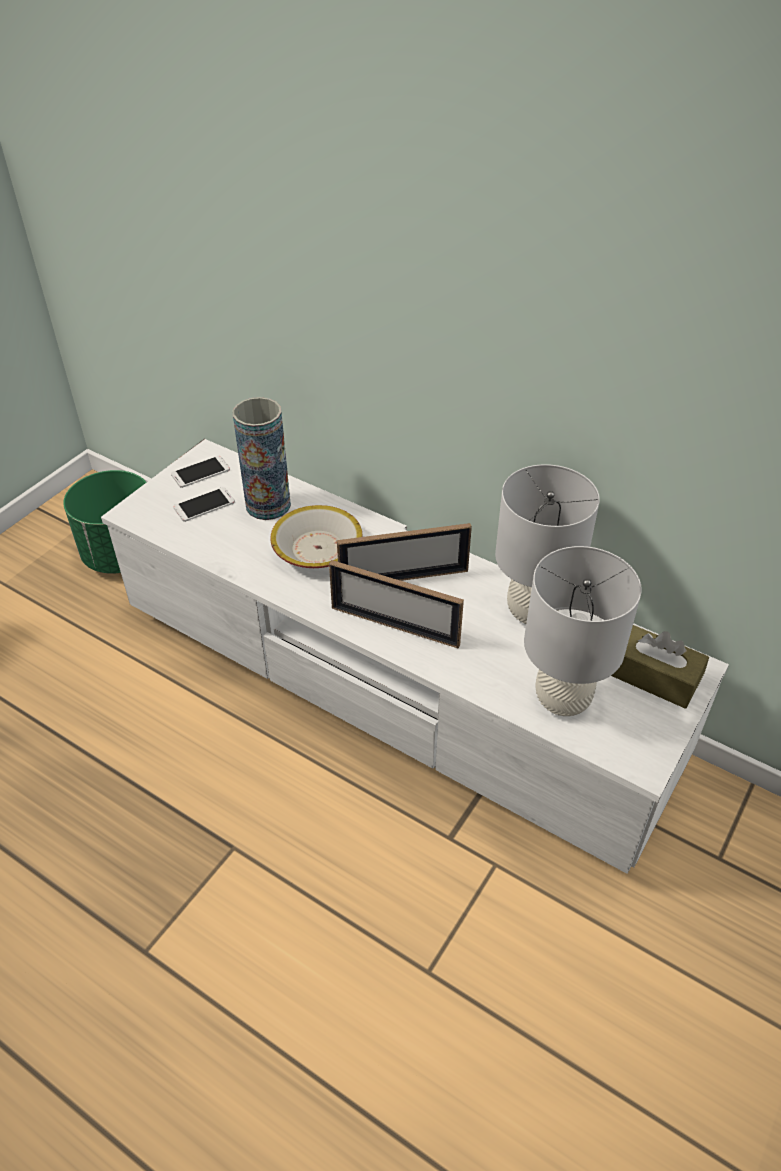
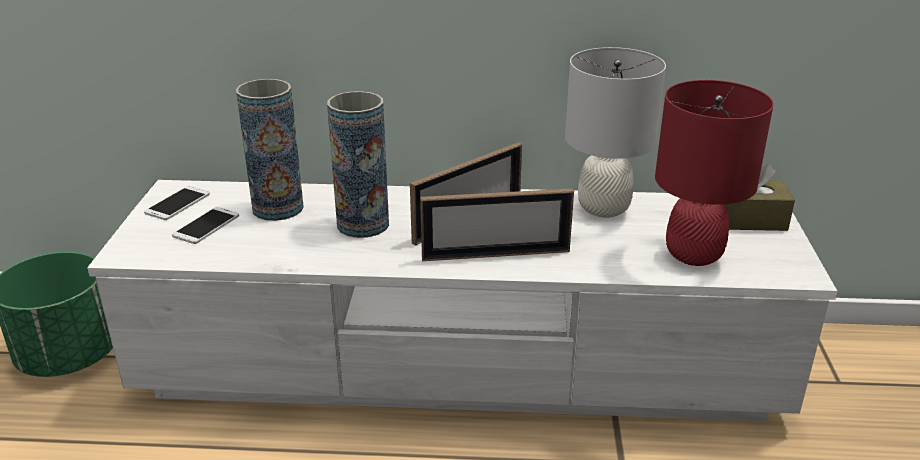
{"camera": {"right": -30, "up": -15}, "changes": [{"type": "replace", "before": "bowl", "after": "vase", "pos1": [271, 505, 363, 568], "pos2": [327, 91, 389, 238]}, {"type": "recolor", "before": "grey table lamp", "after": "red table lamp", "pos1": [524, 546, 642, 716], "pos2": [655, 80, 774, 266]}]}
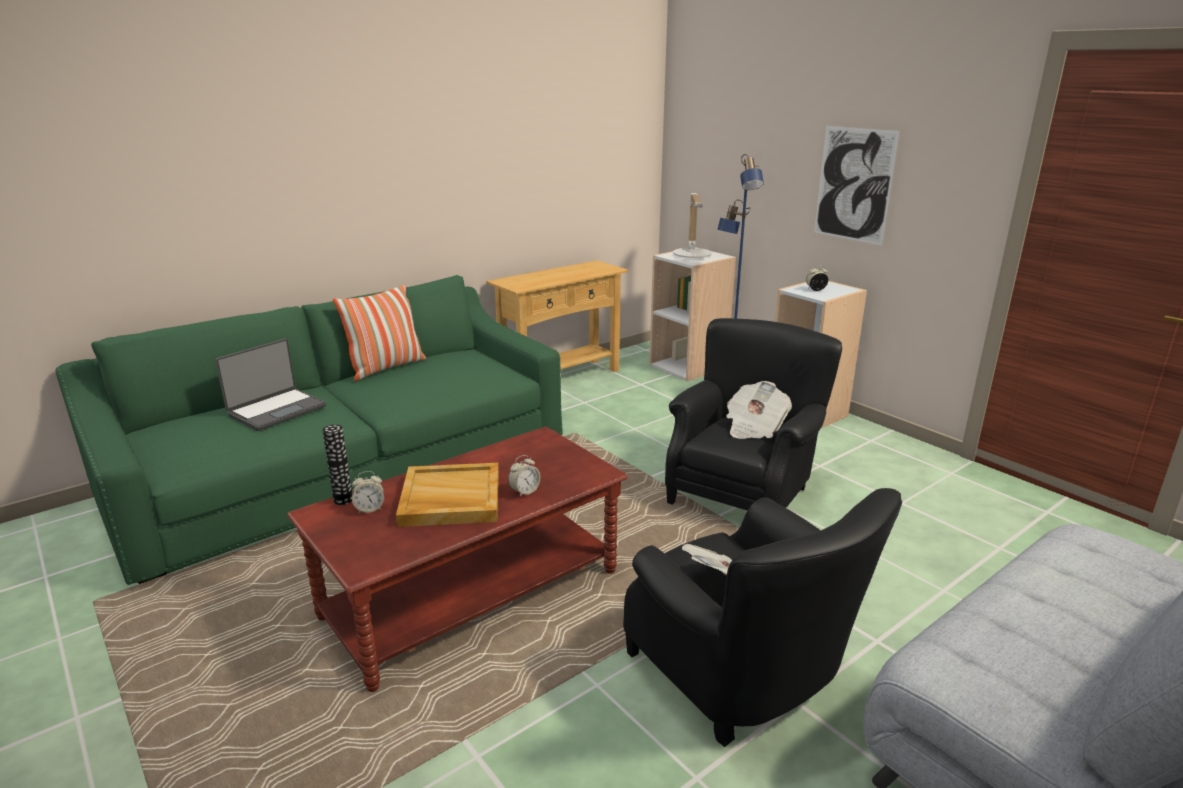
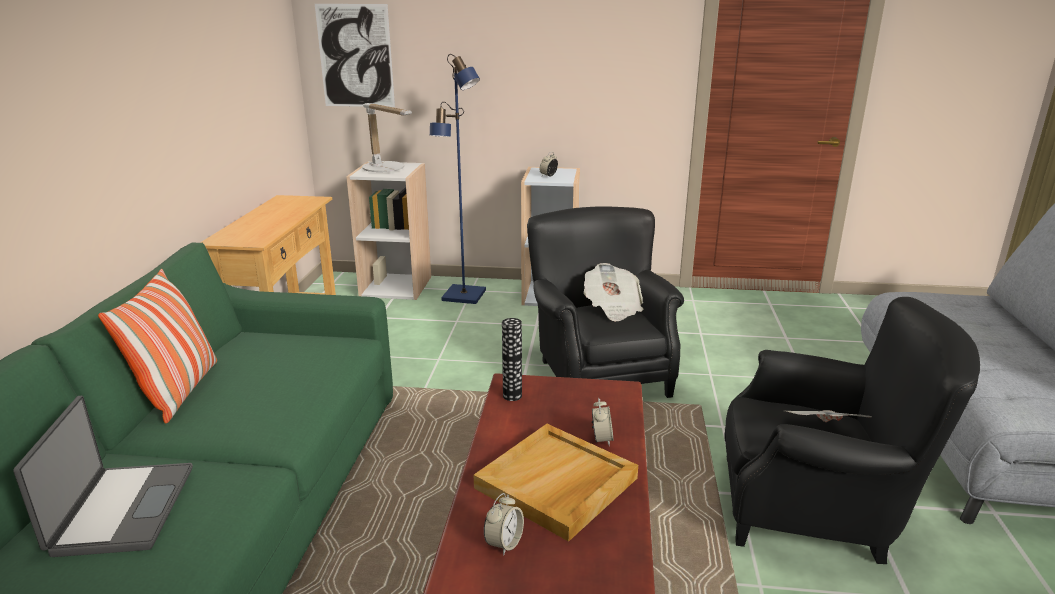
{"camera": {"right": -45, "up": 0}, "changes": [{"type": "move", "before": "vase", "pos1": [322, 424, 352, 505], "pos2": [502, 318, 522, 401]}, {"type": "move", "before": "picture", "pos1": [814, 126, 899, 246], "pos2": [315, 4, 395, 107]}]}
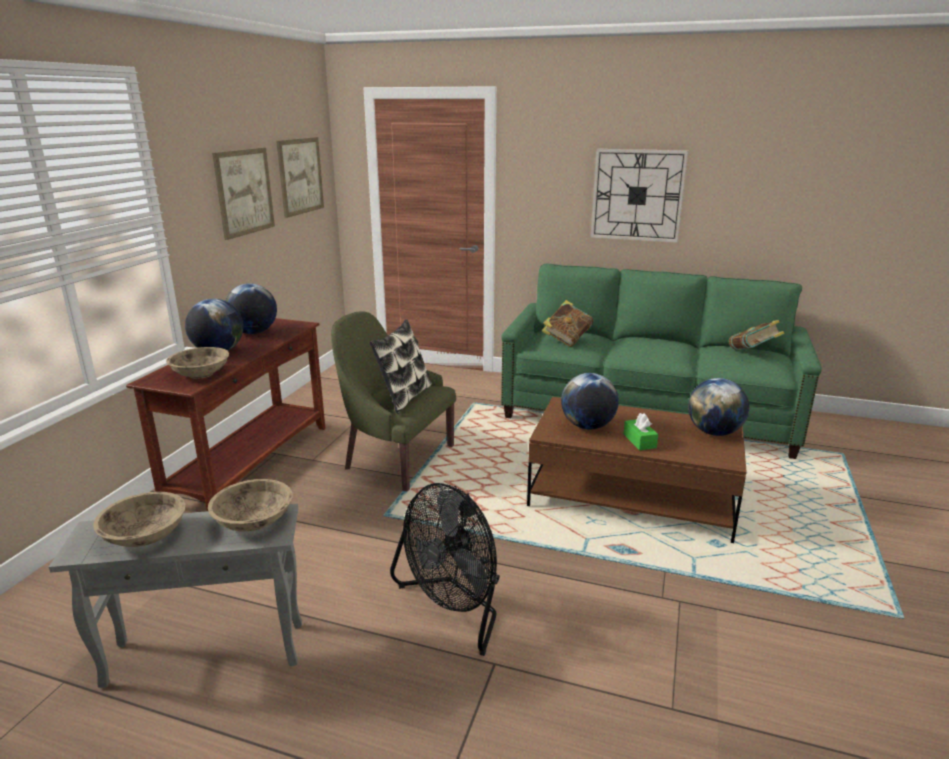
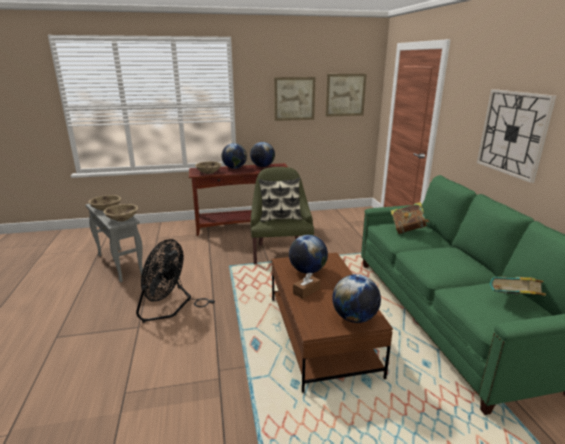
{"camera": {"right": 60, "up": 0}, "changes": [{"type": "recolor", "before": "green tissue box", "after": "brown tissue box", "pos1": [624, 413, 658, 450], "pos2": [293, 272, 320, 299]}]}
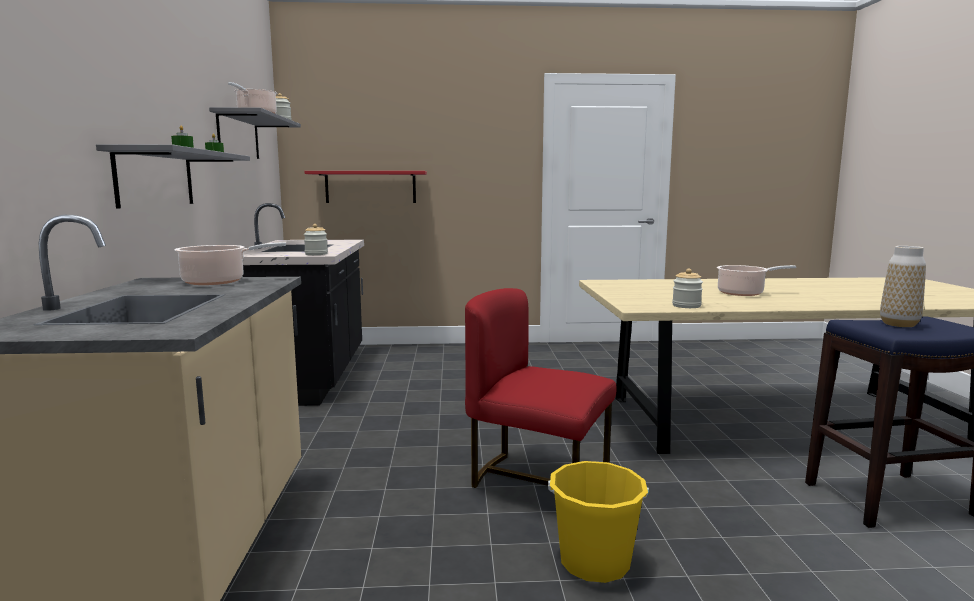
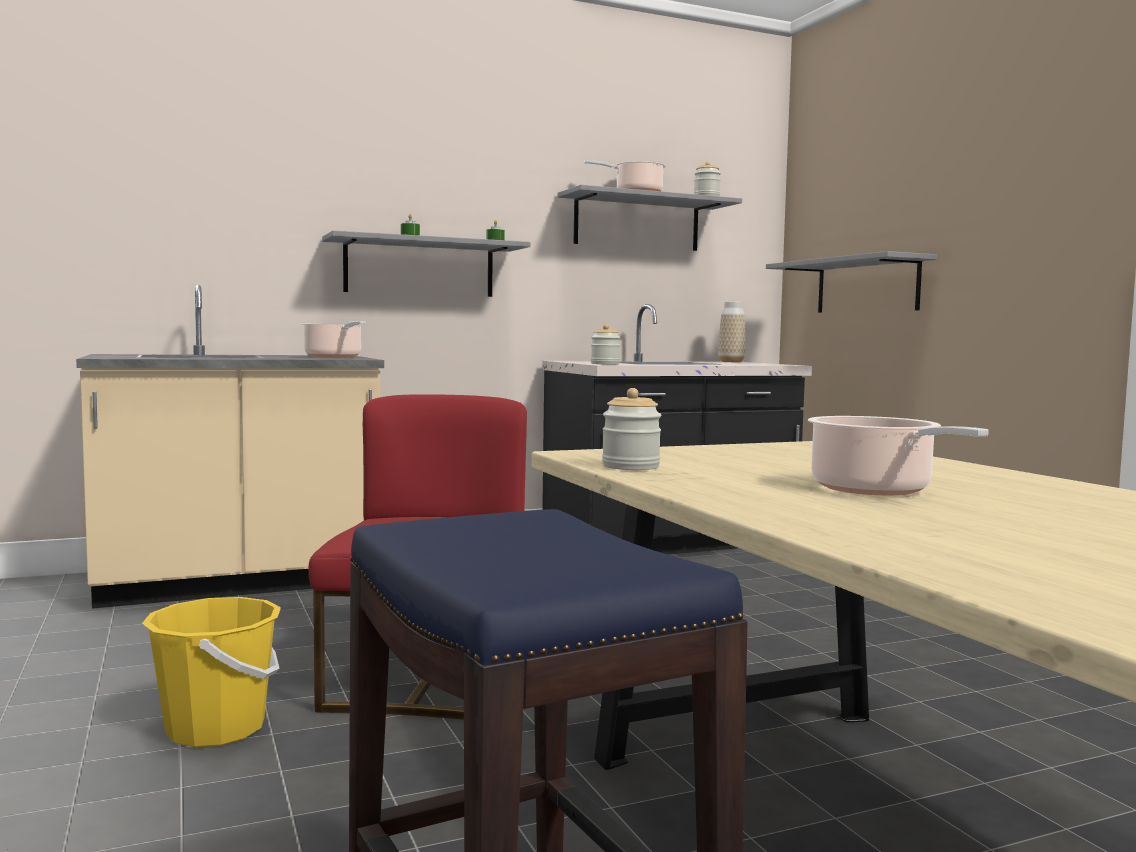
{"camera": {"right": 70, "up": -5}, "changes": [{"type": "recolor", "before": "red shelf", "after": "grey shelf", "pos1": [304, 171, 427, 203], "pos2": [766, 251, 937, 313]}, {"type": "move", "before": "vase", "pos1": [880, 246, 926, 327], "pos2": [718, 301, 745, 362]}]}
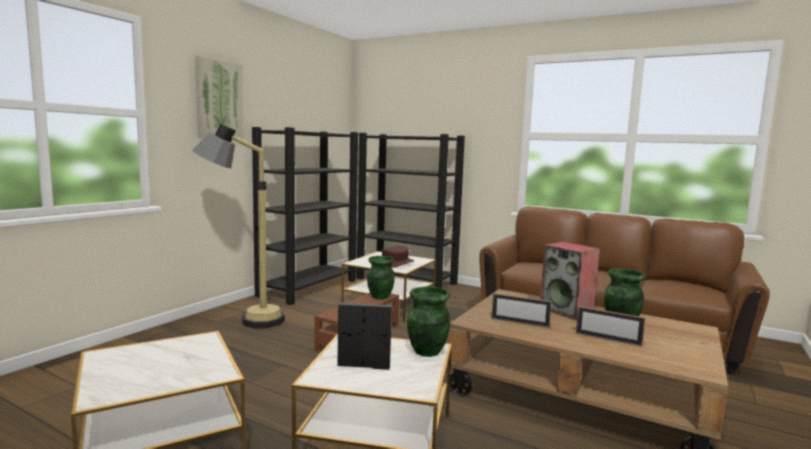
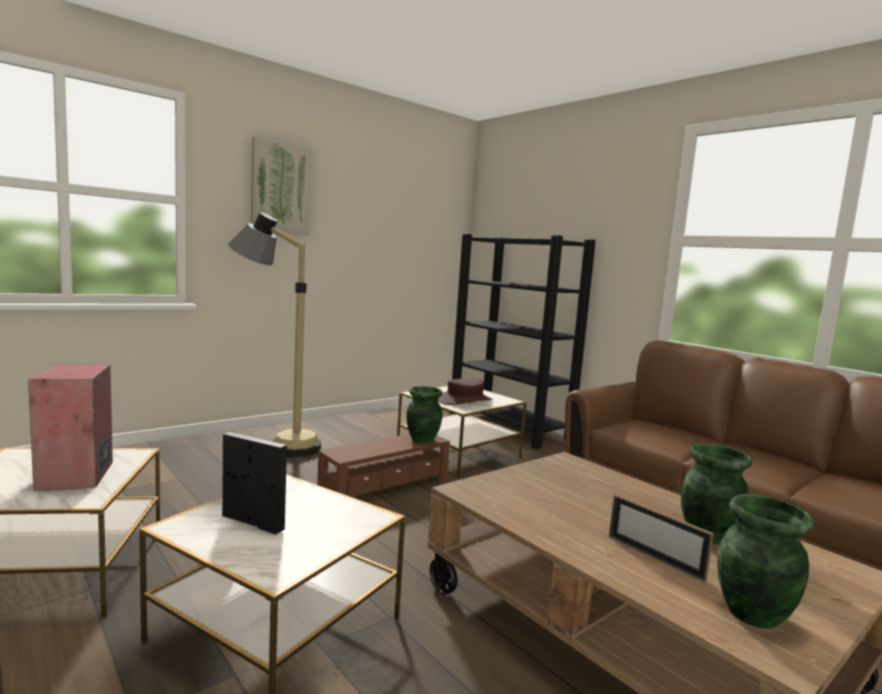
{"camera": {"right": 20, "up": 0}, "changes": [{"type": "delete", "before": "black bookcase", "pos1": [252, 127, 358, 305]}, {"type": "move", "before": "green vase", "pos1": [407, 286, 450, 357], "pos2": [717, 494, 814, 629]}, {"type": "delete", "before": "picture frame", "pos1": [491, 293, 552, 328]}, {"type": "move", "before": "speaker", "pos1": [540, 242, 600, 320], "pos2": [28, 364, 113, 491]}]}
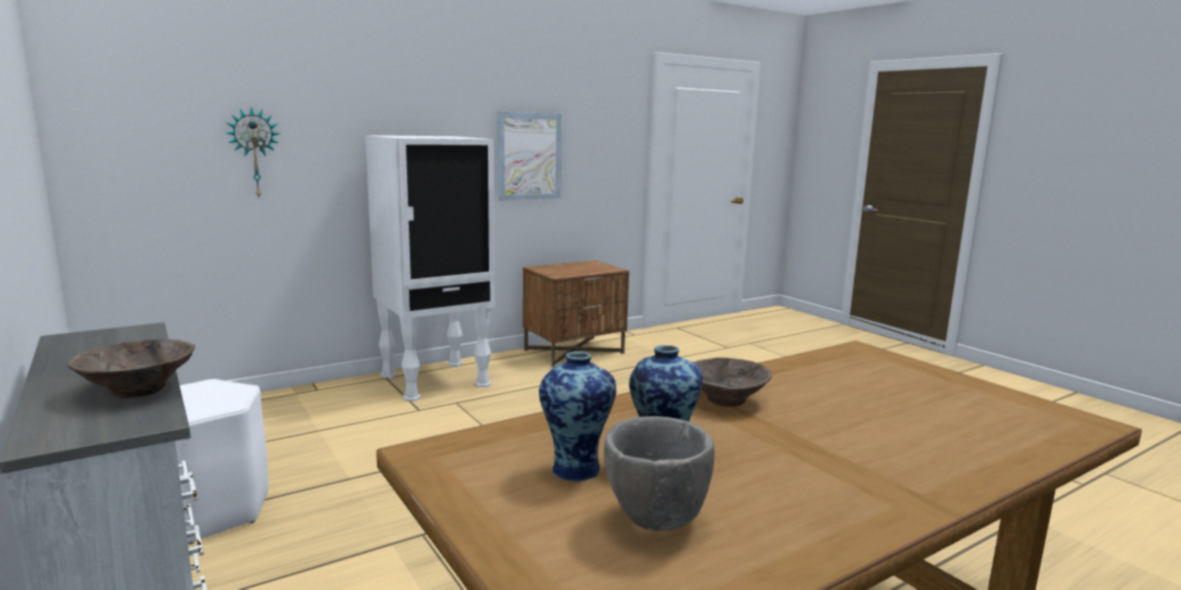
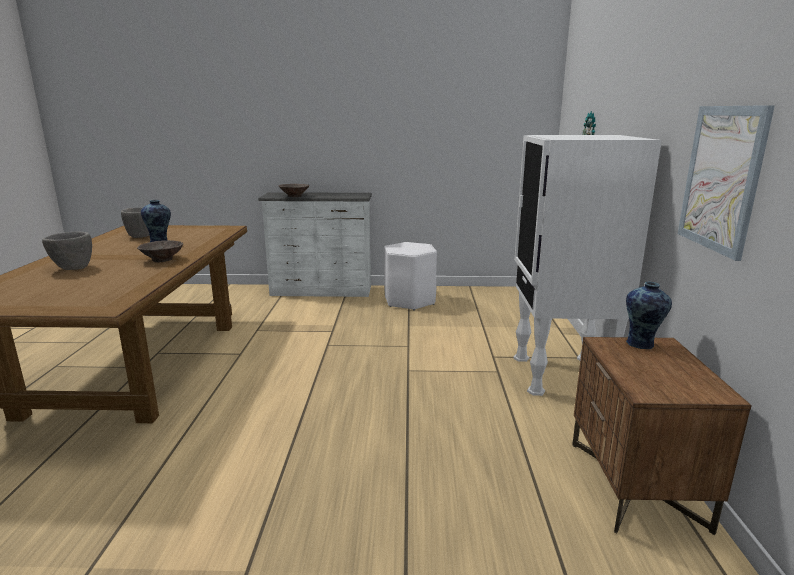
{"camera": {"right": 125, "up": 5}, "changes": [{"type": "move", "before": "vase", "pos1": [539, 351, 617, 482], "pos2": [626, 282, 672, 349]}, {"type": "insert", "after": "grey bowl", "pos2": [42, 232, 92, 270]}]}
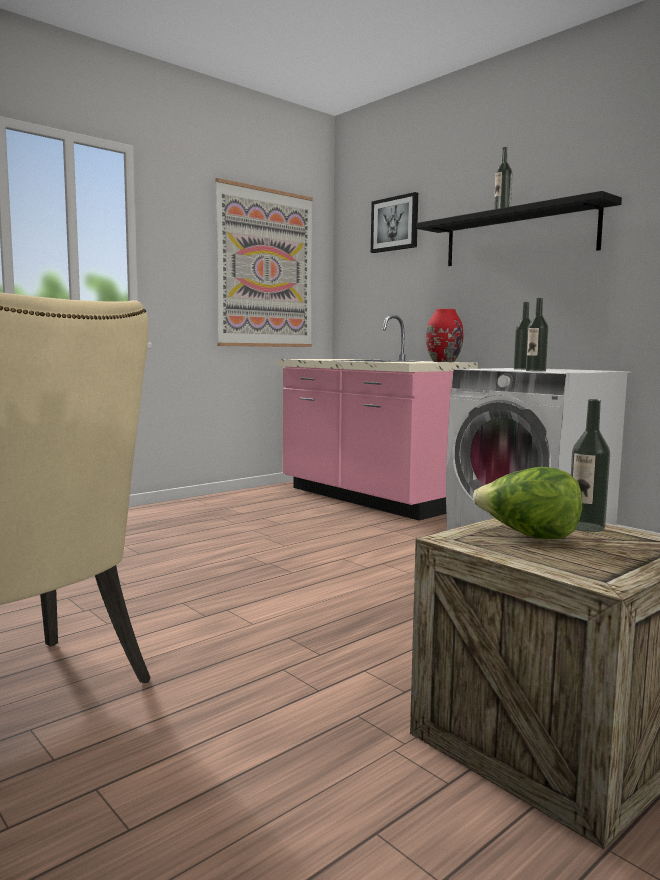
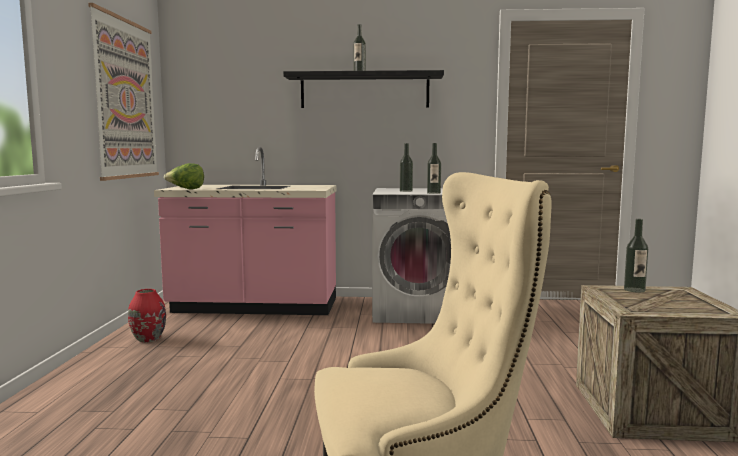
{"camera": {"right": -45, "up": 0}, "changes": [{"type": "delete", "before": "picture", "pos1": [371, 192, 418, 253]}, {"type": "move", "before": "red vase", "pos1": [426, 309, 463, 362], "pos2": [128, 289, 166, 342]}, {"type": "move", "before": "lettuce", "pos1": [473, 467, 582, 539], "pos2": [164, 163, 204, 189]}]}
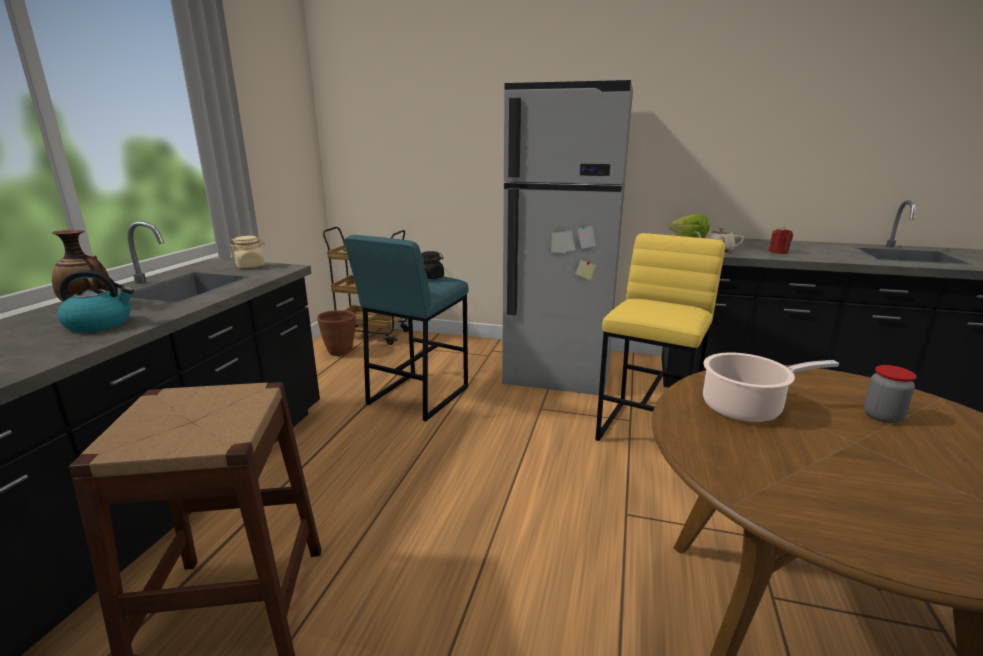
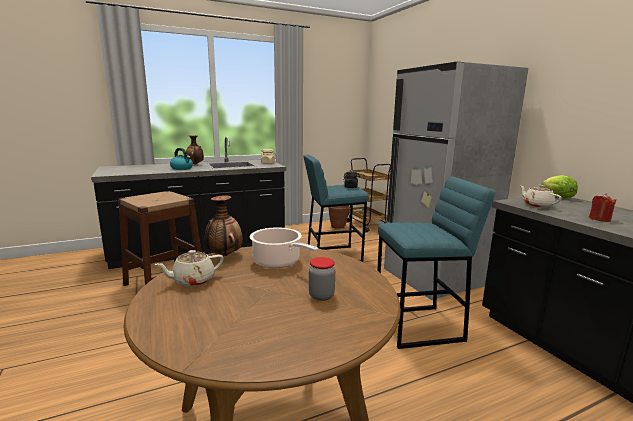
{"camera": {"right": 50, "up": -5}, "changes": [{"type": "recolor", "before": "yellow stool", "after": "turquoise stool", "pos1": [595, 233, 725, 441], "pos2": [377, 176, 495, 349]}, {"type": "insert", "after": "beige teapot", "pos2": [154, 250, 223, 287]}, {"type": "insert", "after": "vase", "pos2": [205, 195, 243, 256]}]}
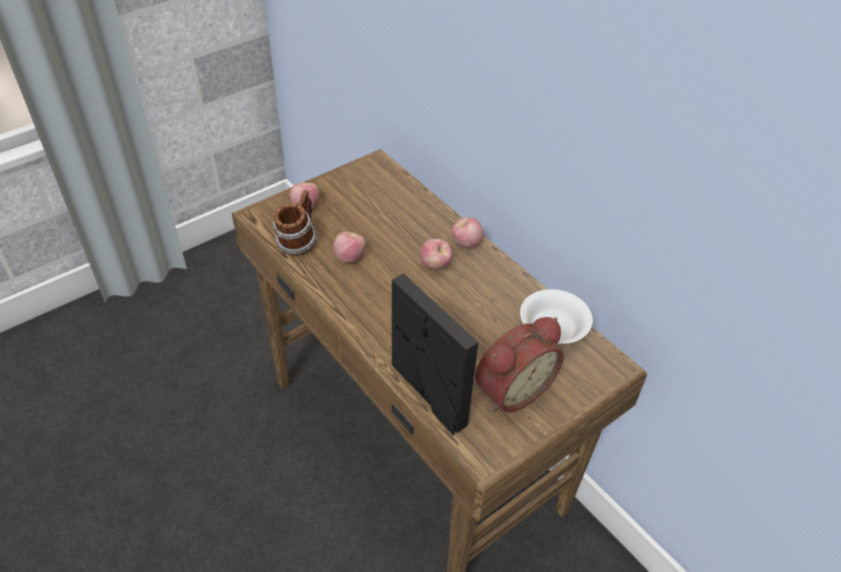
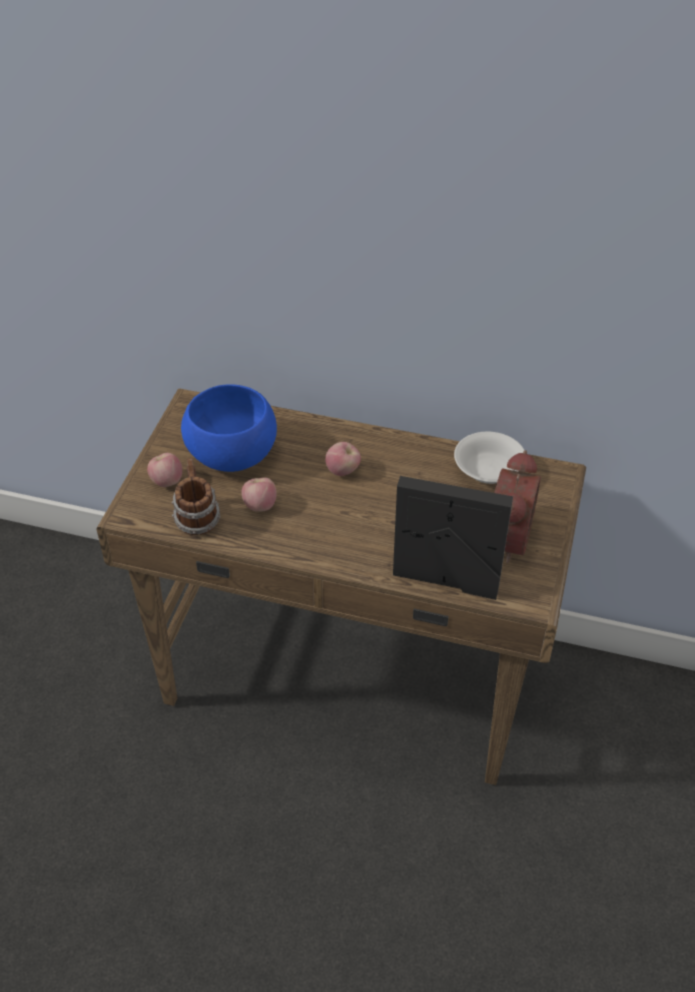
{"camera": {"right": -35, "up": 0}, "changes": [{"type": "delete", "before": "apple", "pos1": [452, 217, 483, 248]}, {"type": "insert", "after": "blue bowl", "pos2": [181, 385, 277, 472]}]}
